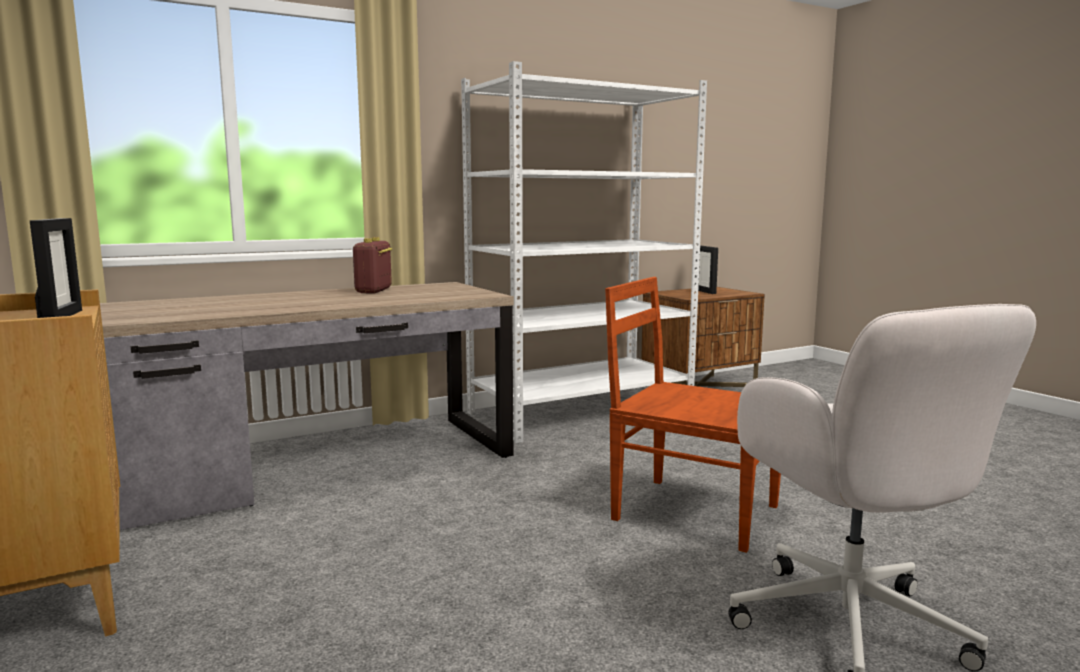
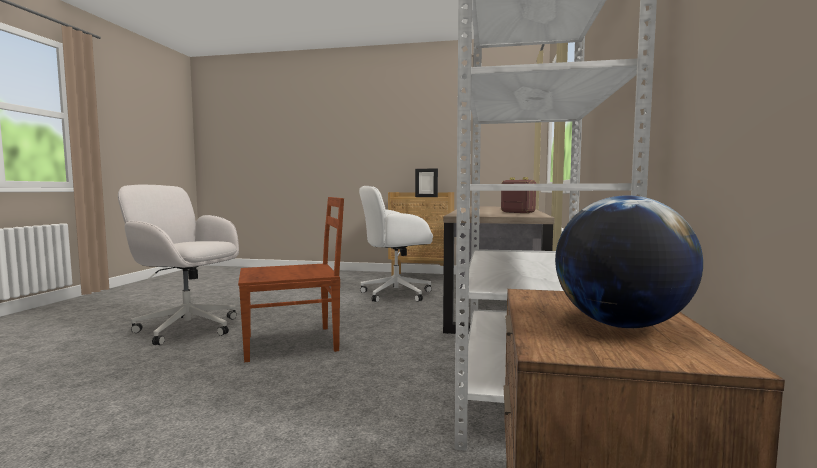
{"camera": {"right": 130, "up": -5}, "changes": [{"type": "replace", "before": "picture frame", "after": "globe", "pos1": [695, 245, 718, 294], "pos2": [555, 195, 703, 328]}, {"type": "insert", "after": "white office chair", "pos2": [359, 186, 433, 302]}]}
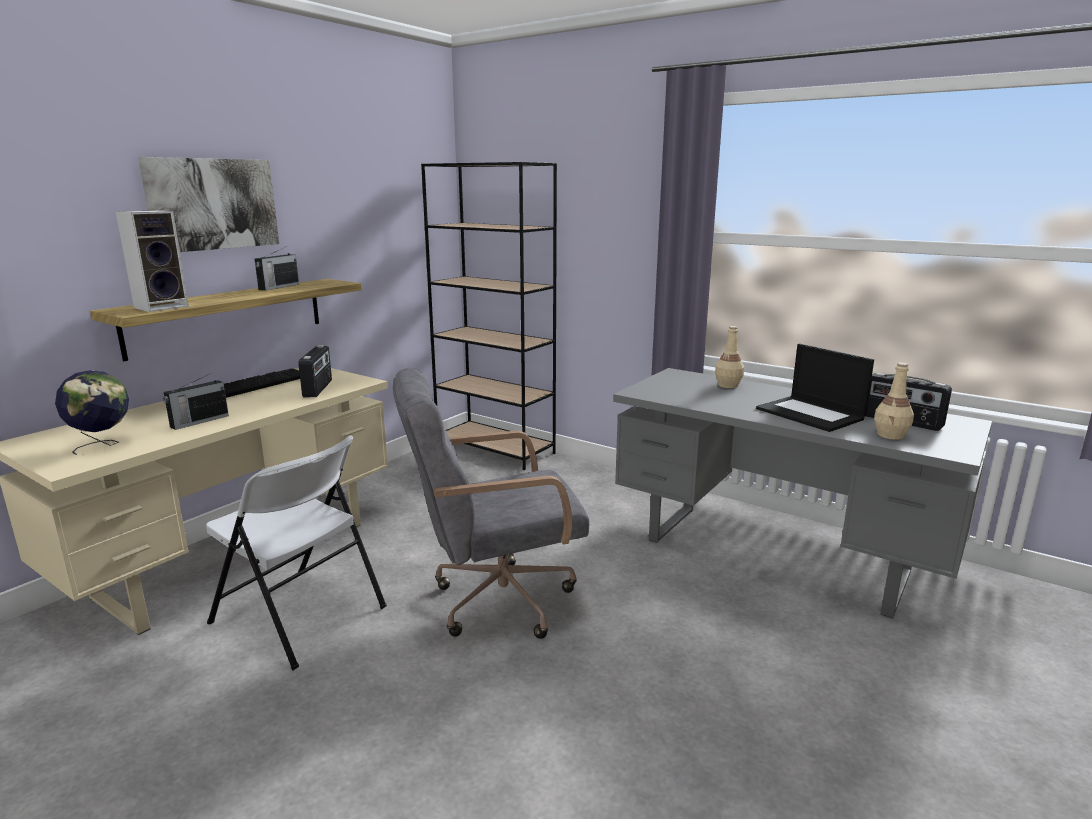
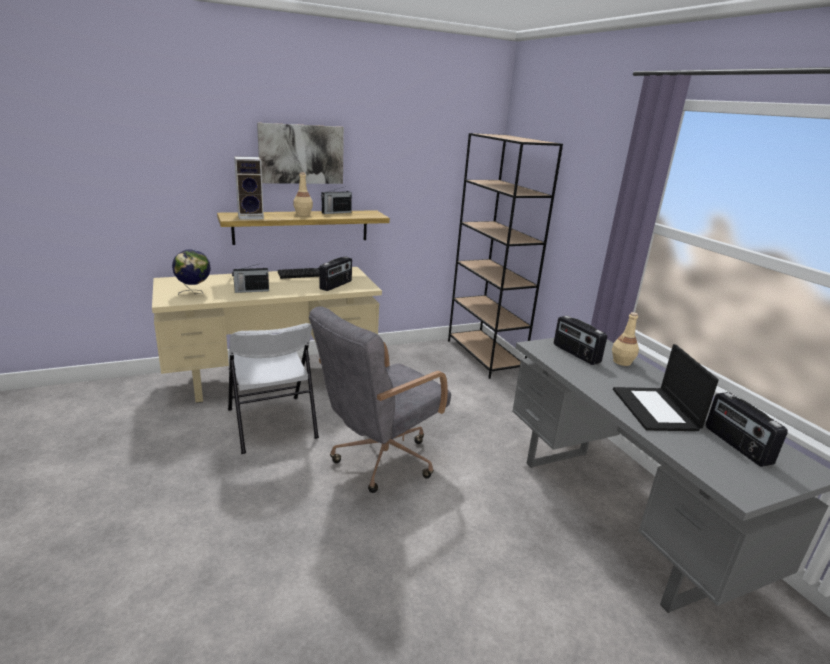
{"camera": {"right": 30, "up": 5}, "changes": [{"type": "rotate", "before": "grey office chair", "pos1": [393, 368, 589, 639], "pos2": [309, 306, 451, 493], "turn": -60}, {"type": "move", "before": "beige bottle", "pos1": [874, 362, 914, 440], "pos2": [293, 173, 313, 216]}, {"type": "insert", "after": "radio", "pos2": [554, 316, 607, 365]}]}
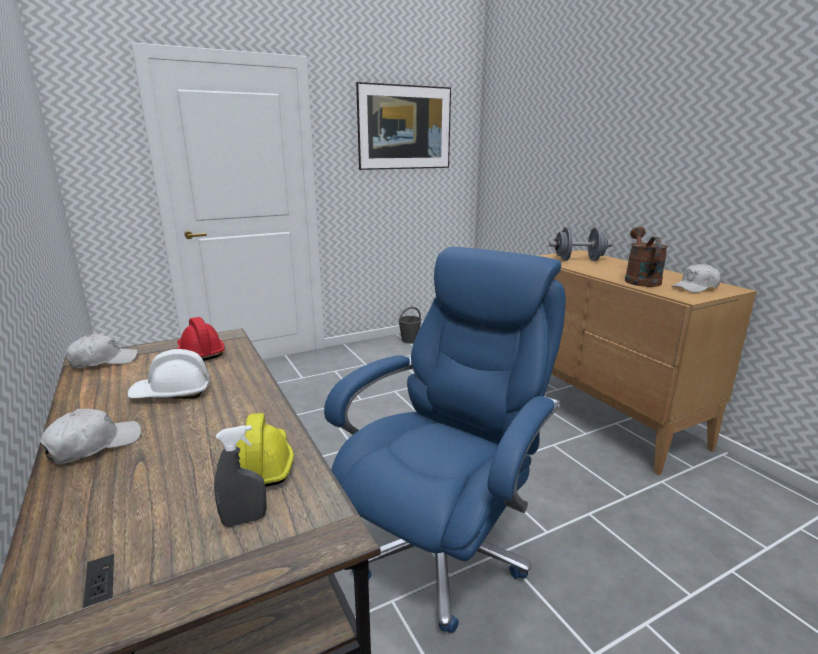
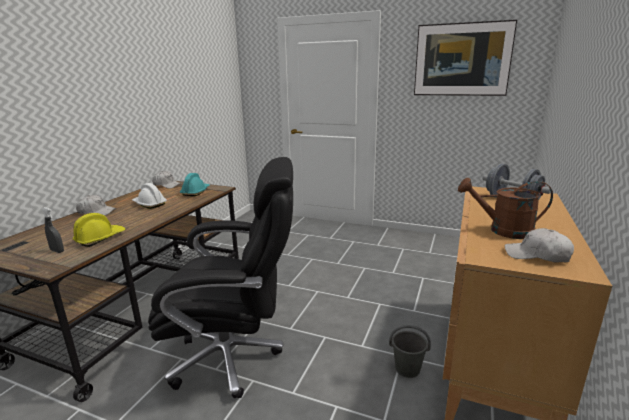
{"camera": {"right": 50, "up": 0}, "changes": [{"type": "recolor", "before": "red hard hat", "after": "turquoise hard hat", "pos1": [177, 317, 225, 361], "pos2": [180, 173, 210, 196]}, {"type": "recolor", "before": "blue office chair", "after": "black office chair", "pos1": [324, 247, 566, 633], "pos2": [148, 157, 293, 398]}, {"type": "move", "before": "grey bucket", "pos1": [399, 307, 422, 343], "pos2": [389, 325, 431, 378]}, {"type": "rotate", "before": "brown watering can", "pos1": [625, 227, 668, 287], "pos2": [458, 178, 553, 239], "turn": -135}]}
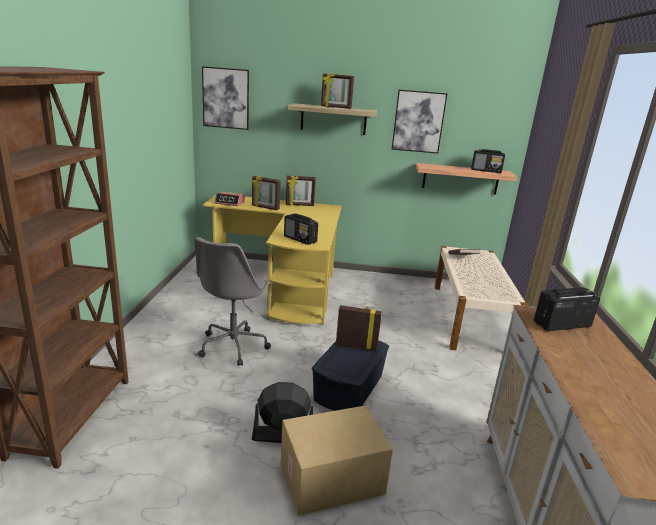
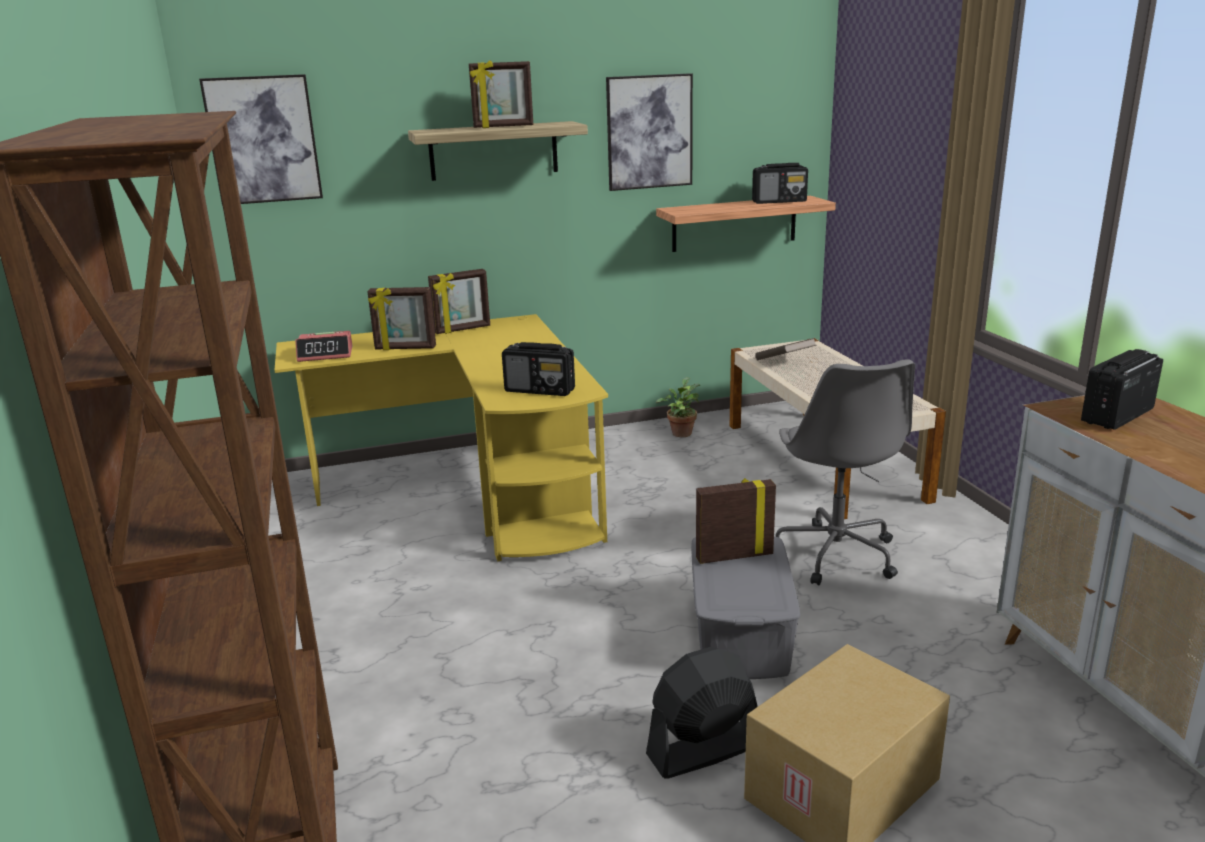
{"camera": {"right": -20, "up": 0}, "changes": [{"type": "move", "before": "grey office chair", "pos1": [194, 237, 271, 366], "pos2": [775, 359, 915, 585]}, {"type": "recolor", "before": "blue storage box", "after": "grey storage box", "pos1": [312, 340, 389, 411], "pos2": [691, 537, 800, 679]}, {"type": "insert", "after": "potted plant", "pos2": [656, 377, 700, 437]}]}
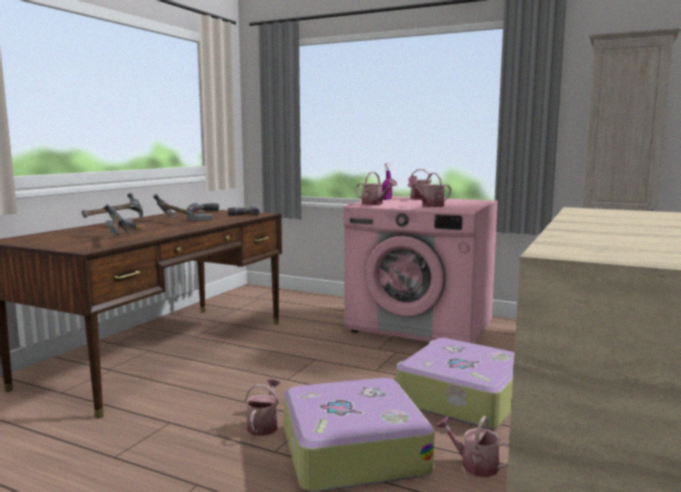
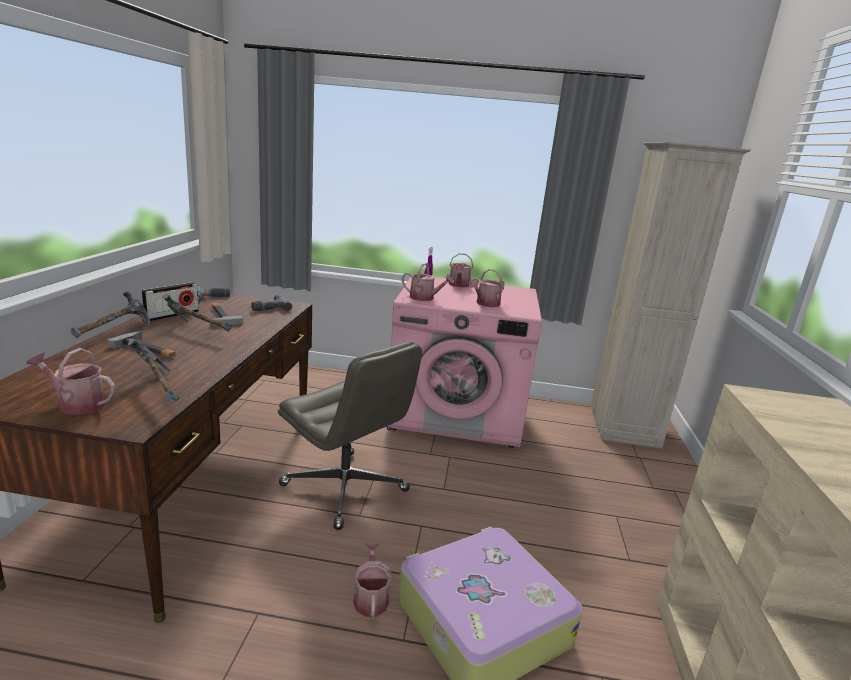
{"camera": {"right": -20, "up": 10}, "changes": [{"type": "delete", "before": "suitcase", "pos1": [396, 338, 514, 429]}, {"type": "move", "before": "watering can", "pos1": [436, 416, 509, 477], "pos2": [27, 348, 115, 415]}, {"type": "insert", "after": "radio", "pos2": [141, 282, 199, 322]}, {"type": "insert", "after": "grey office chair", "pos2": [278, 341, 422, 530]}]}
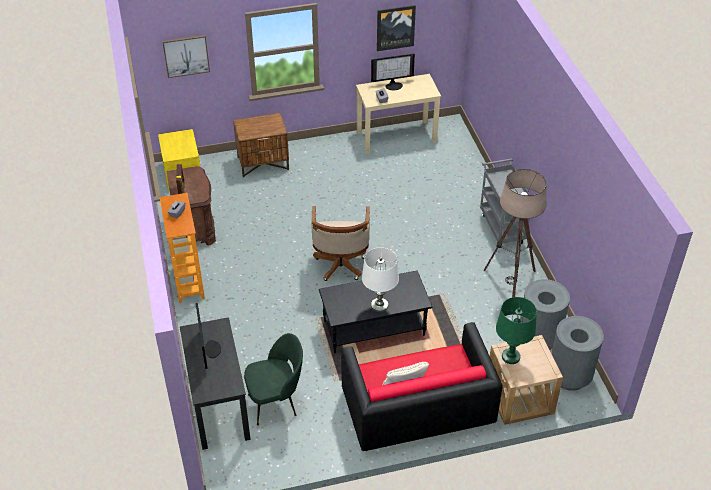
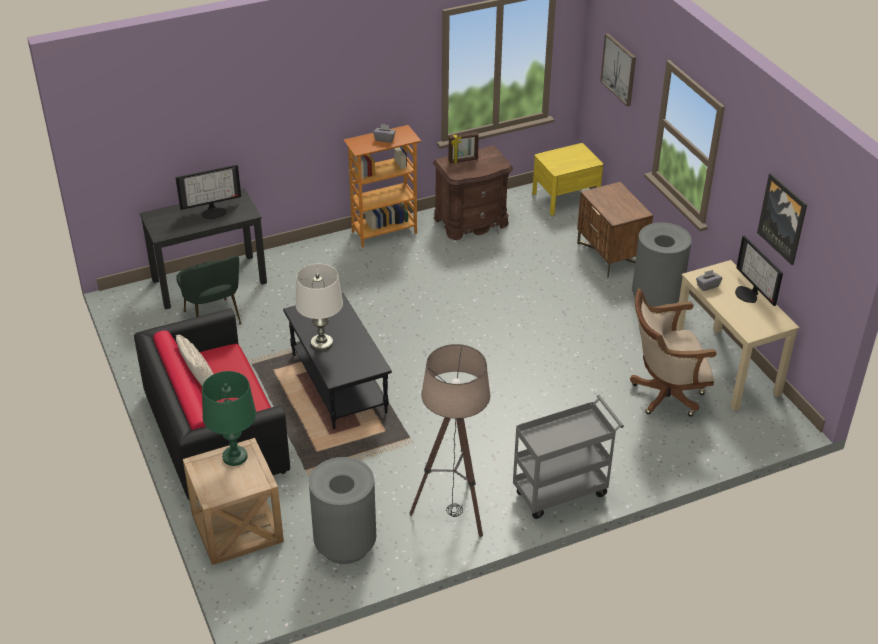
{"camera": {"right": 80, "up": -5}, "changes": [{"type": "move", "before": "office chair", "pos1": [311, 206, 370, 281], "pos2": [630, 289, 717, 417]}, {"type": "move", "before": "grey trash can", "pos1": [551, 316, 604, 391], "pos2": [632, 222, 692, 307]}]}
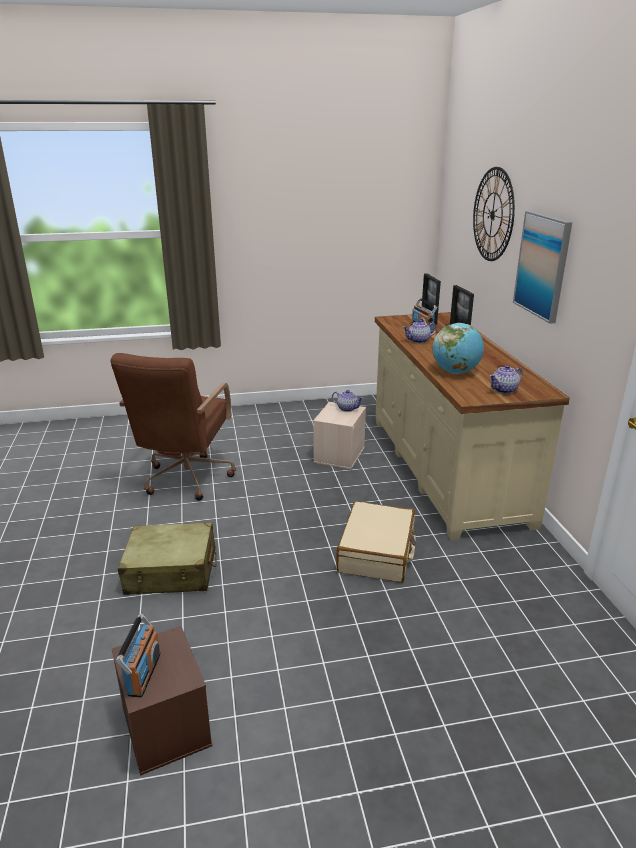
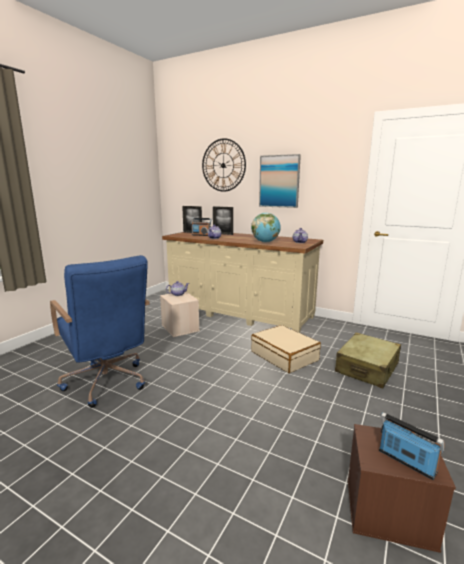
{"camera": {"right": -50, "up": -10}, "changes": [{"type": "recolor", "before": "brown office chair", "after": "blue office chair", "pos1": [110, 353, 236, 501], "pos2": [50, 255, 150, 408]}, {"type": "move", "before": "beige suitcase", "pos1": [118, 522, 217, 595], "pos2": [335, 333, 401, 389]}]}
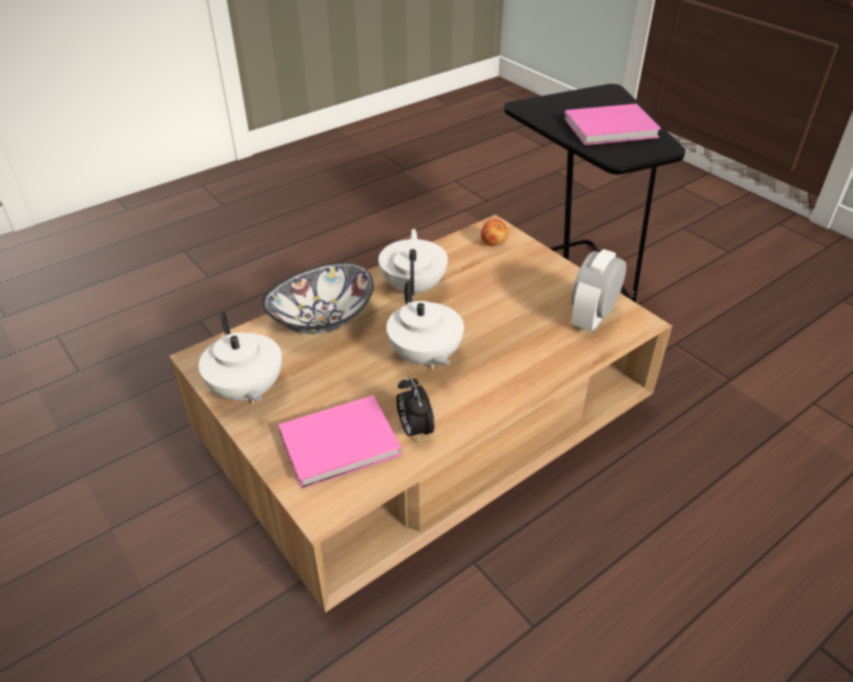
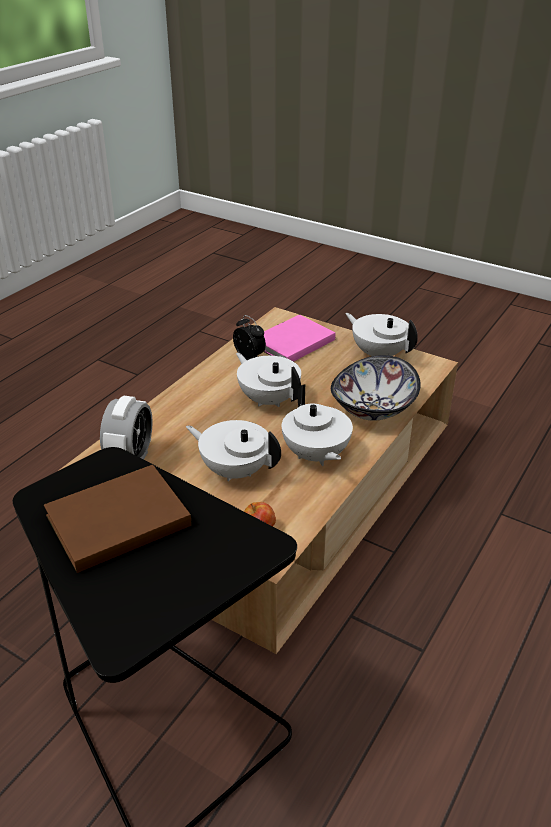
{"camera": {"right": 160, "up": -5}, "changes": [{"type": "recolor", "before": "pink book", "after": "brown book", "pos1": [564, 104, 661, 145], "pos2": [44, 465, 192, 573]}, {"type": "insert", "after": "white teapot", "pos2": [186, 420, 281, 481]}]}
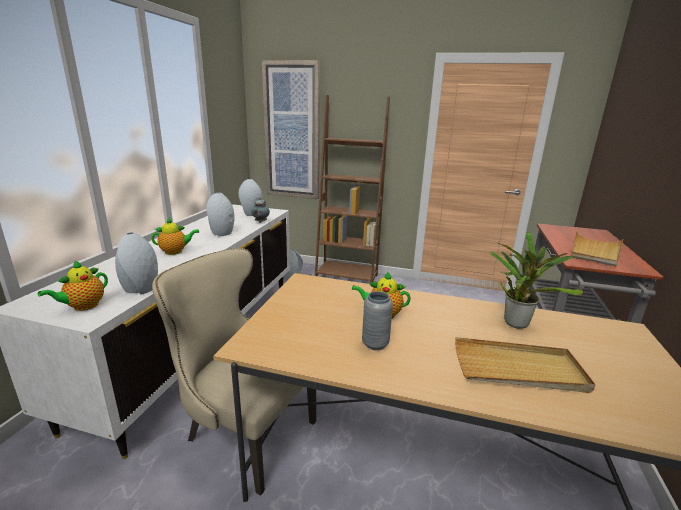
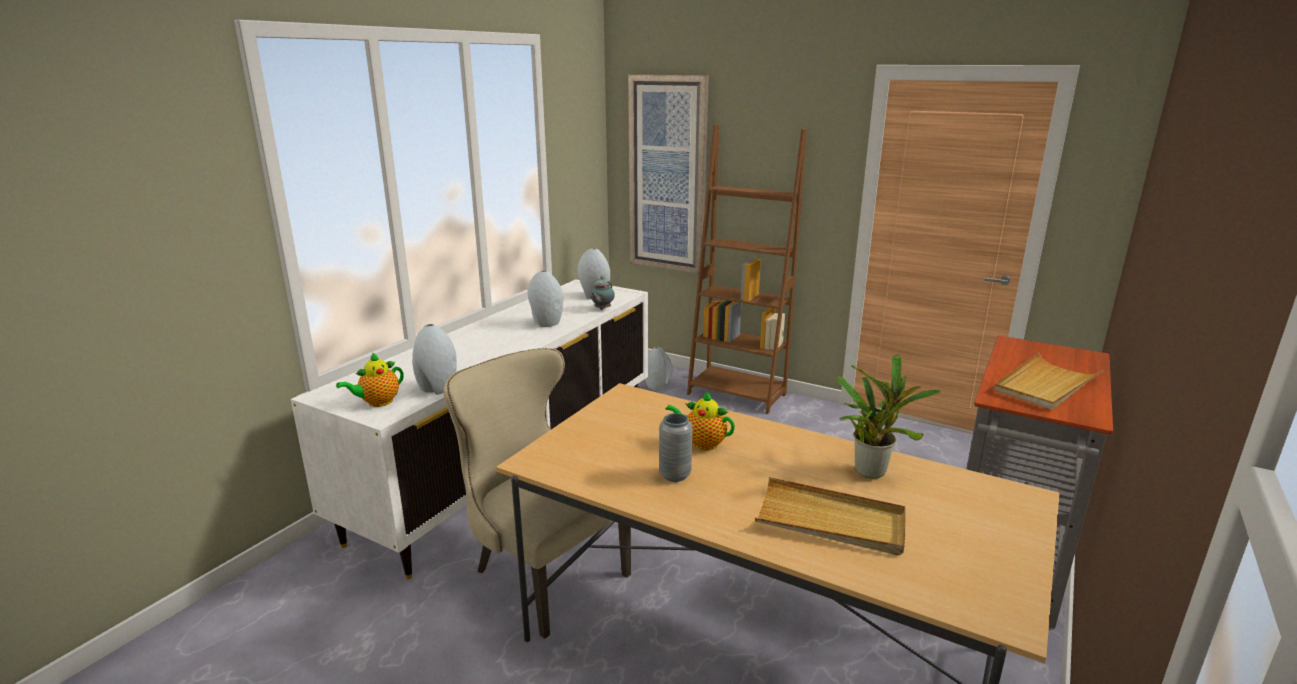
{"camera": {"right": 15, "up": 0}, "changes": [{"type": "delete", "before": "teapot", "pos1": [151, 217, 199, 255]}]}
